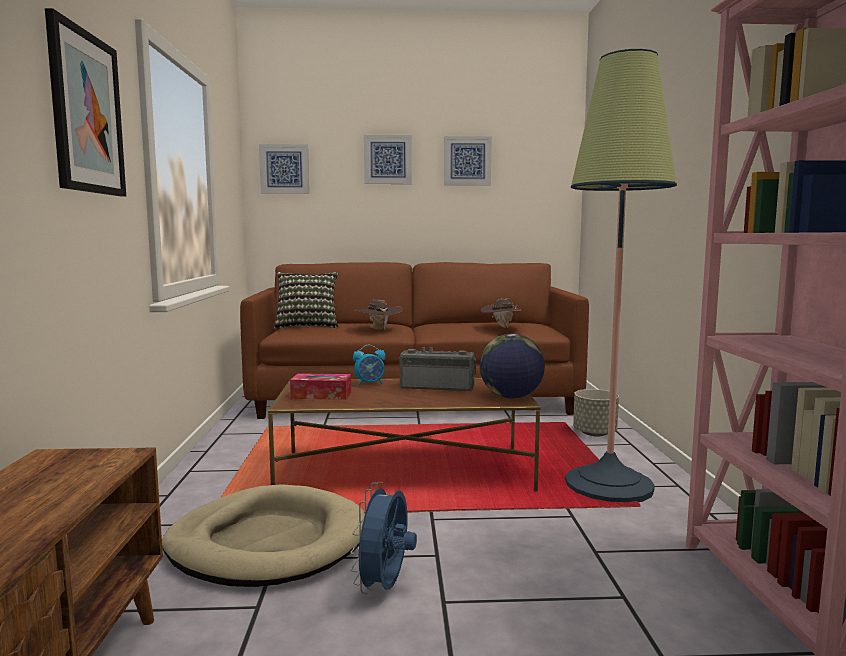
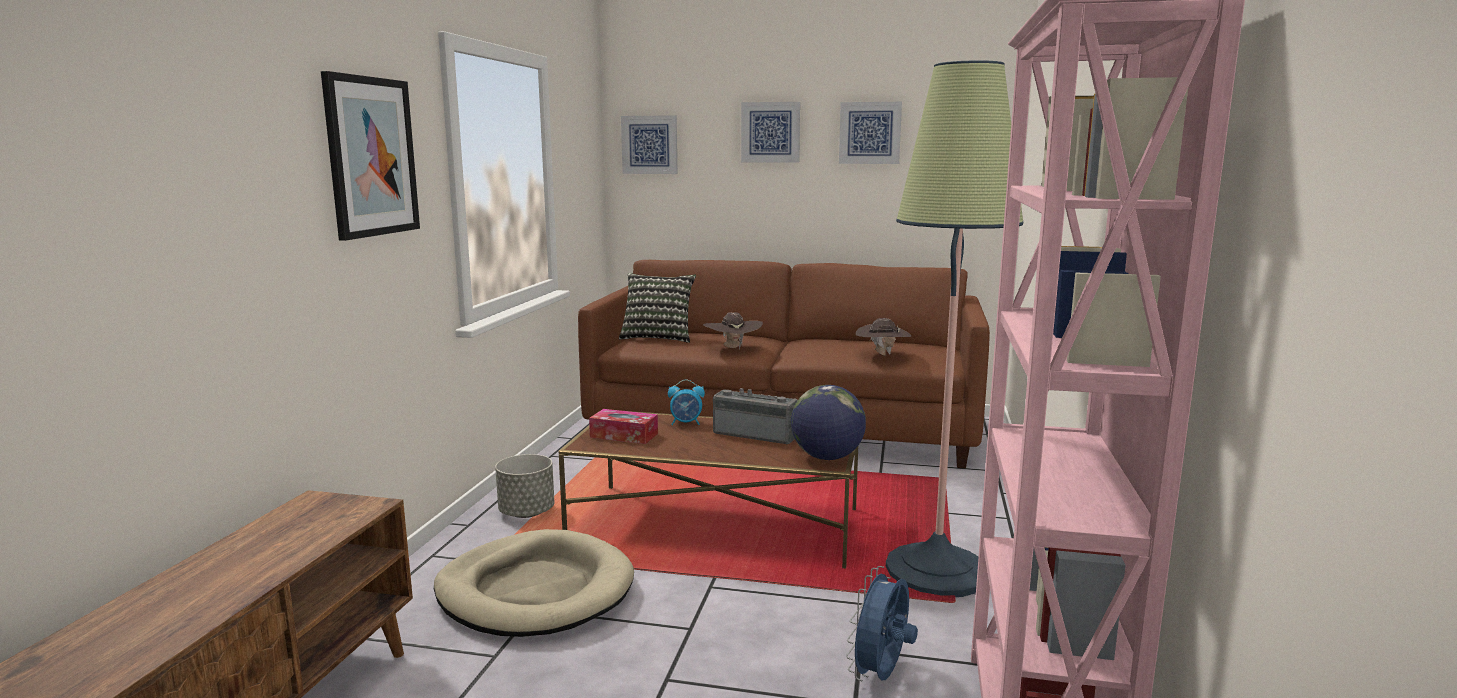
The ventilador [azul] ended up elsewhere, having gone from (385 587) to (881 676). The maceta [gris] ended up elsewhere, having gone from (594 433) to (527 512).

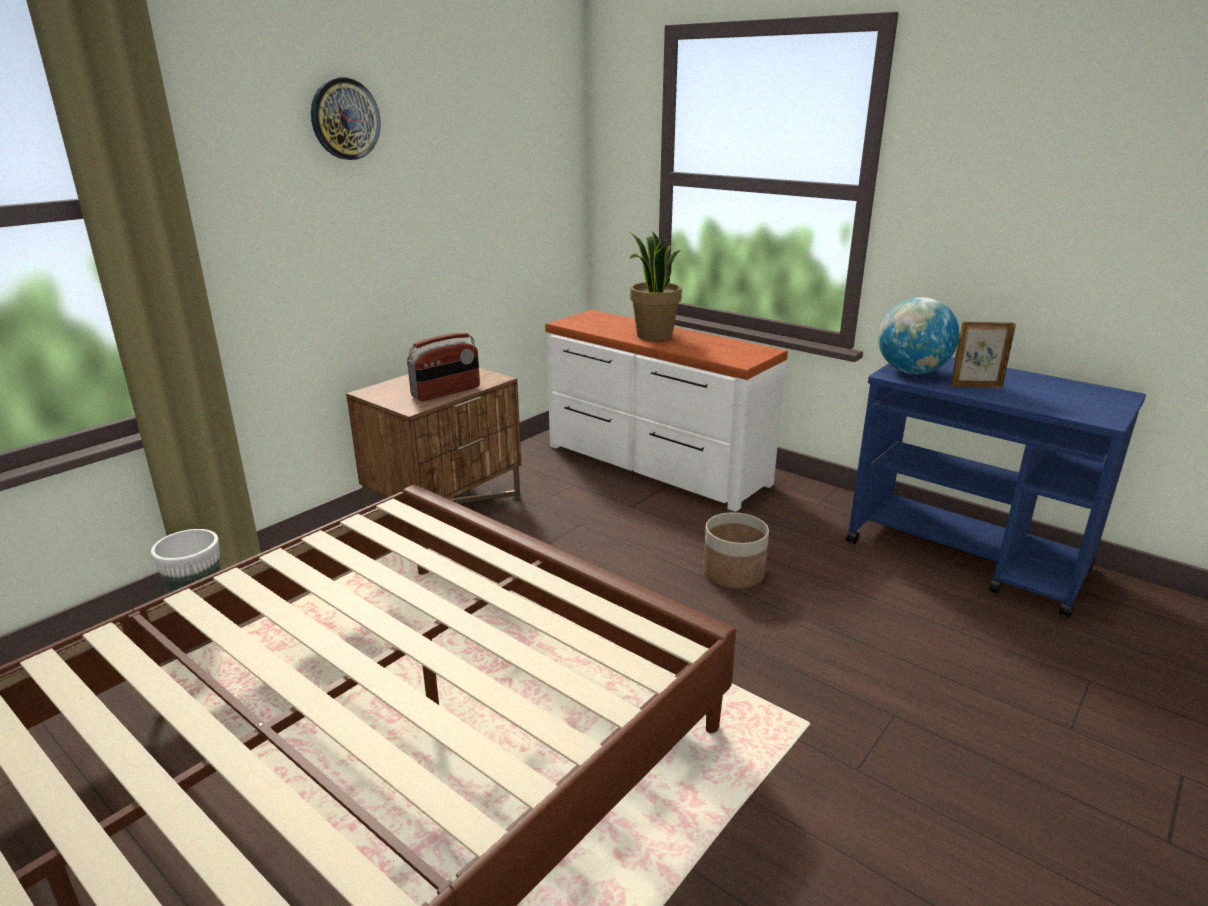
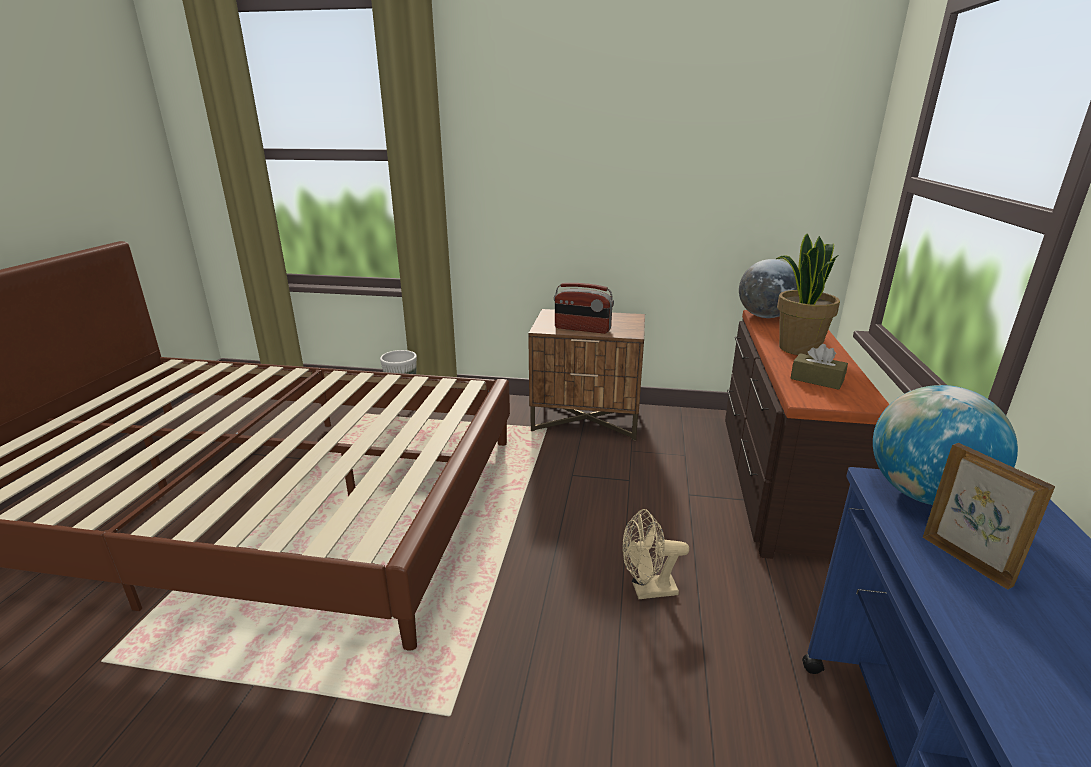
The second view lost the reloj de pared at (345 119). What was the cómoda [blanco] at (654 465) turned into the cómoda [marrón] at (776 481). Where the maceta stood at (734 573), the ventilador [beis] came to stand at (647 590). The second view gained the globo terráqueo at (765 316). The second view gained the caja de pañuelos [marrón] at (816 380).

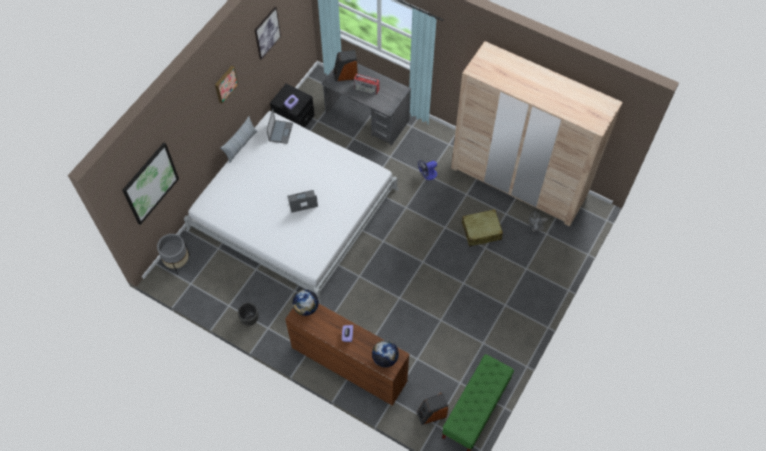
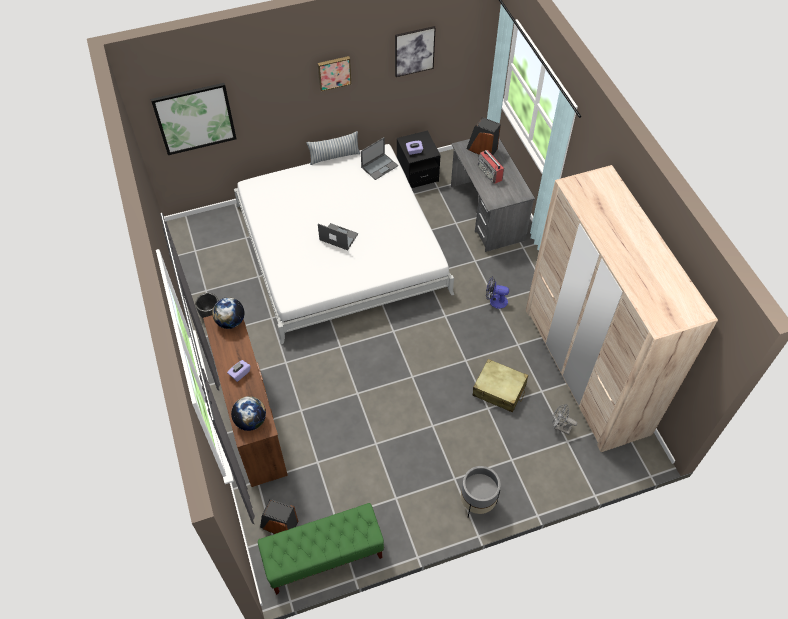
The maceta [gris] ended up elsewhere, having gone from (177 262) to (477 502).

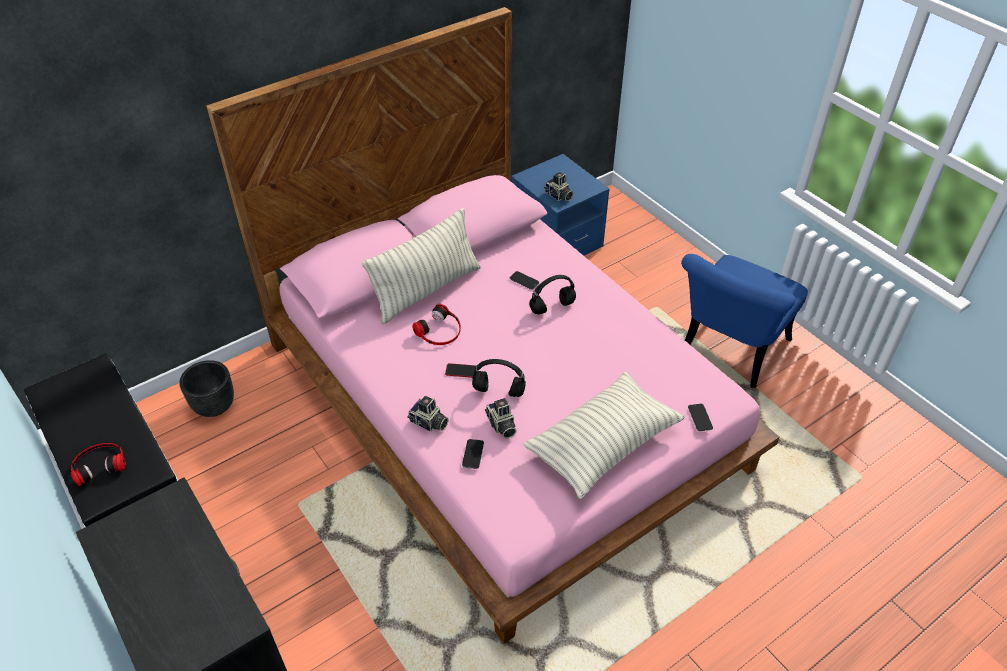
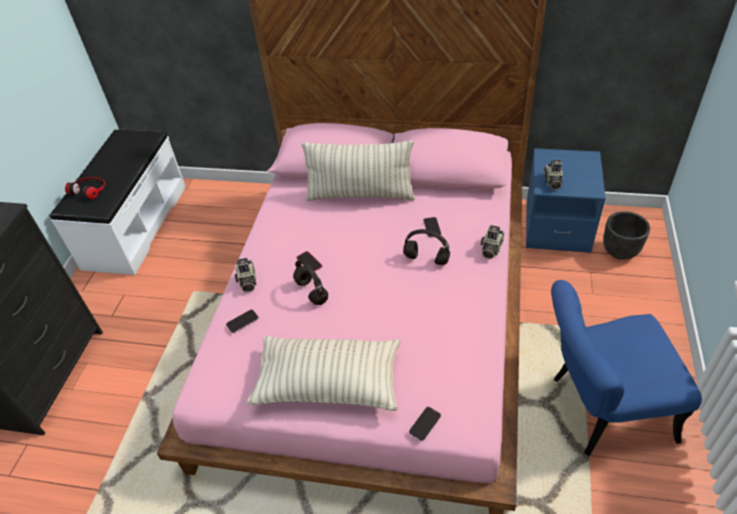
The maceta [negro] ended up elsewhere, having gone from (214 406) to (619 251). The second view lost the auriculares at (439 331). The cámara ended up elsewhere, having gone from (501 425) to (490 249).

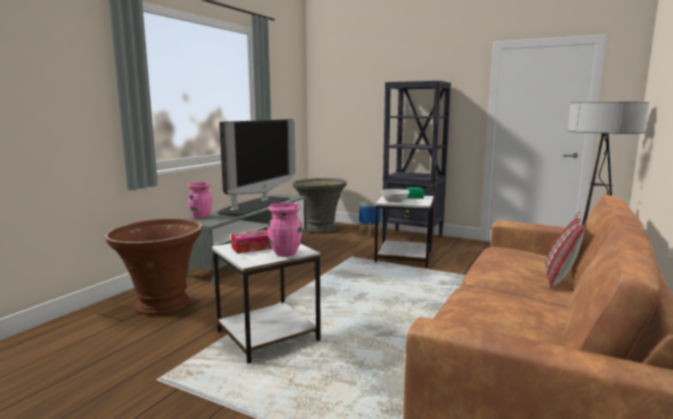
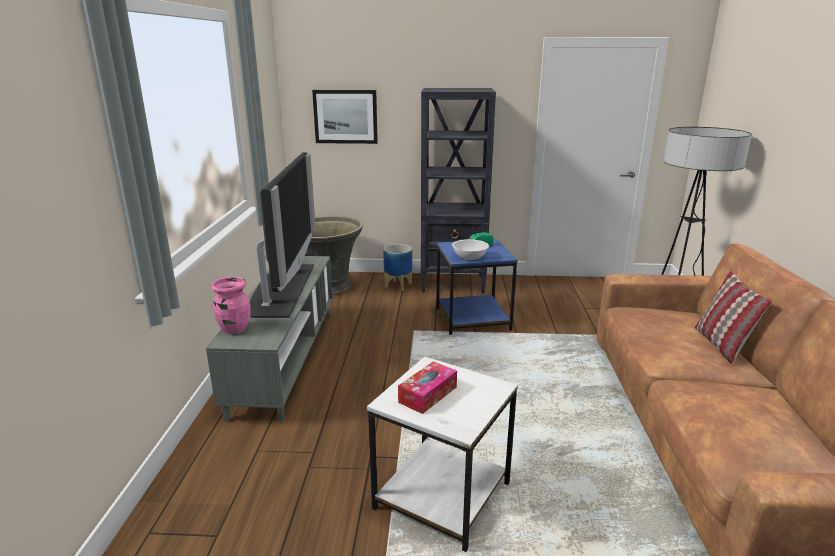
The second view lost the maceta [marrón] at (161 305). The second view lost the florero [rosa] at (286 253). What was the mesa auxiliar [blanco] at (403 257) turned into the mesa auxiliar [azul] at (472 319). The second view gained the cuadro at (345 116).

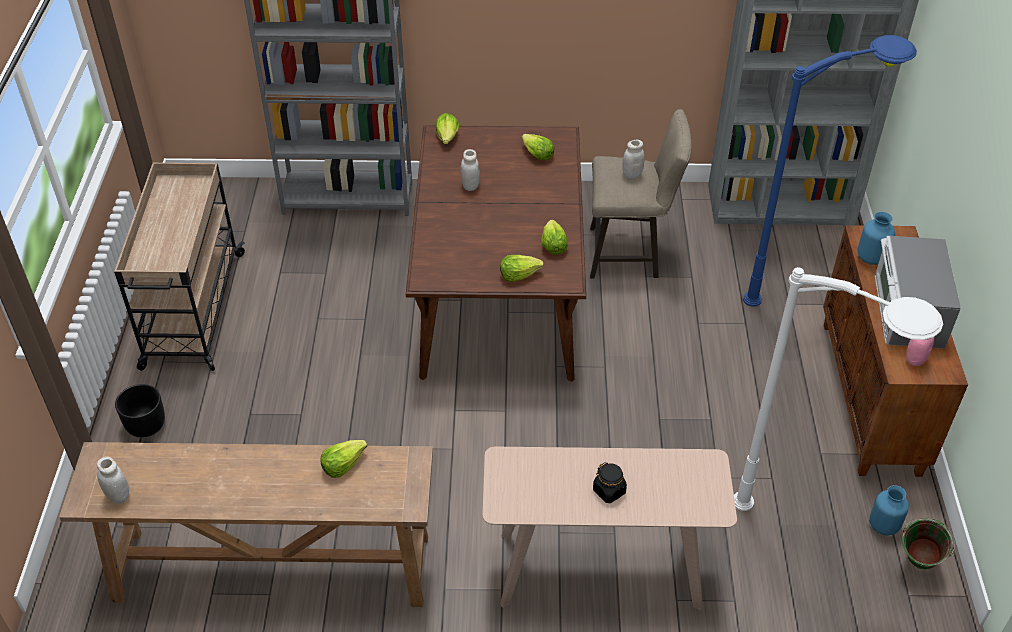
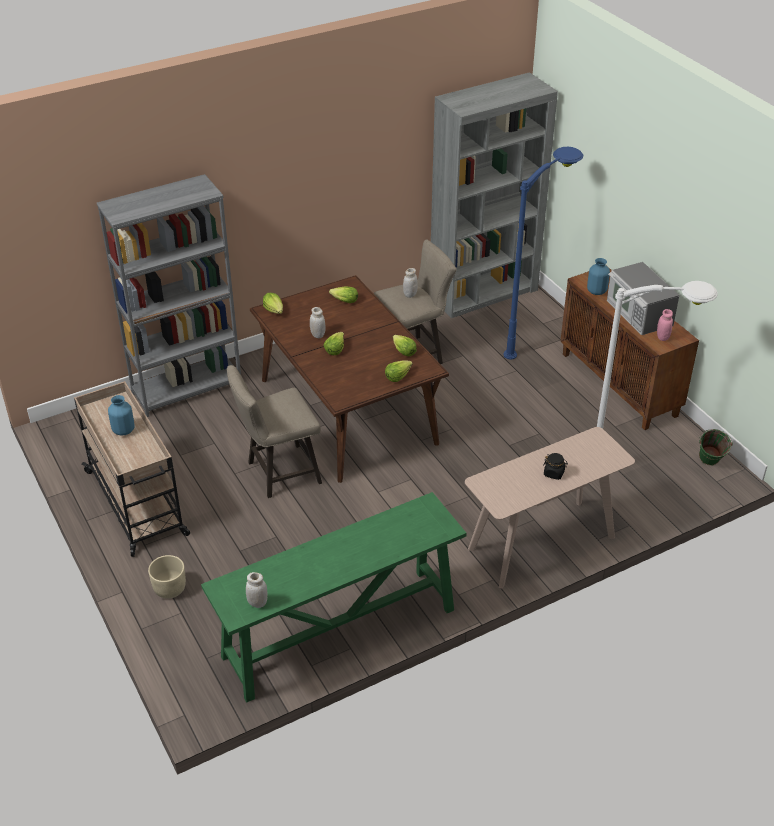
What was the mesa consola [marrón] at (271 569) turned into the mesa consola [verde] at (338 633). What was the maceta [negro] at (145 425) turned into the maceta [beis] at (169 589). The lechuga ended up elsewhere, having gone from (343 464) to (335 349). The florero [azul] ended up elsewhere, having gone from (884 526) to (124 430). The second view gained the taburete [beis] at (278 473).

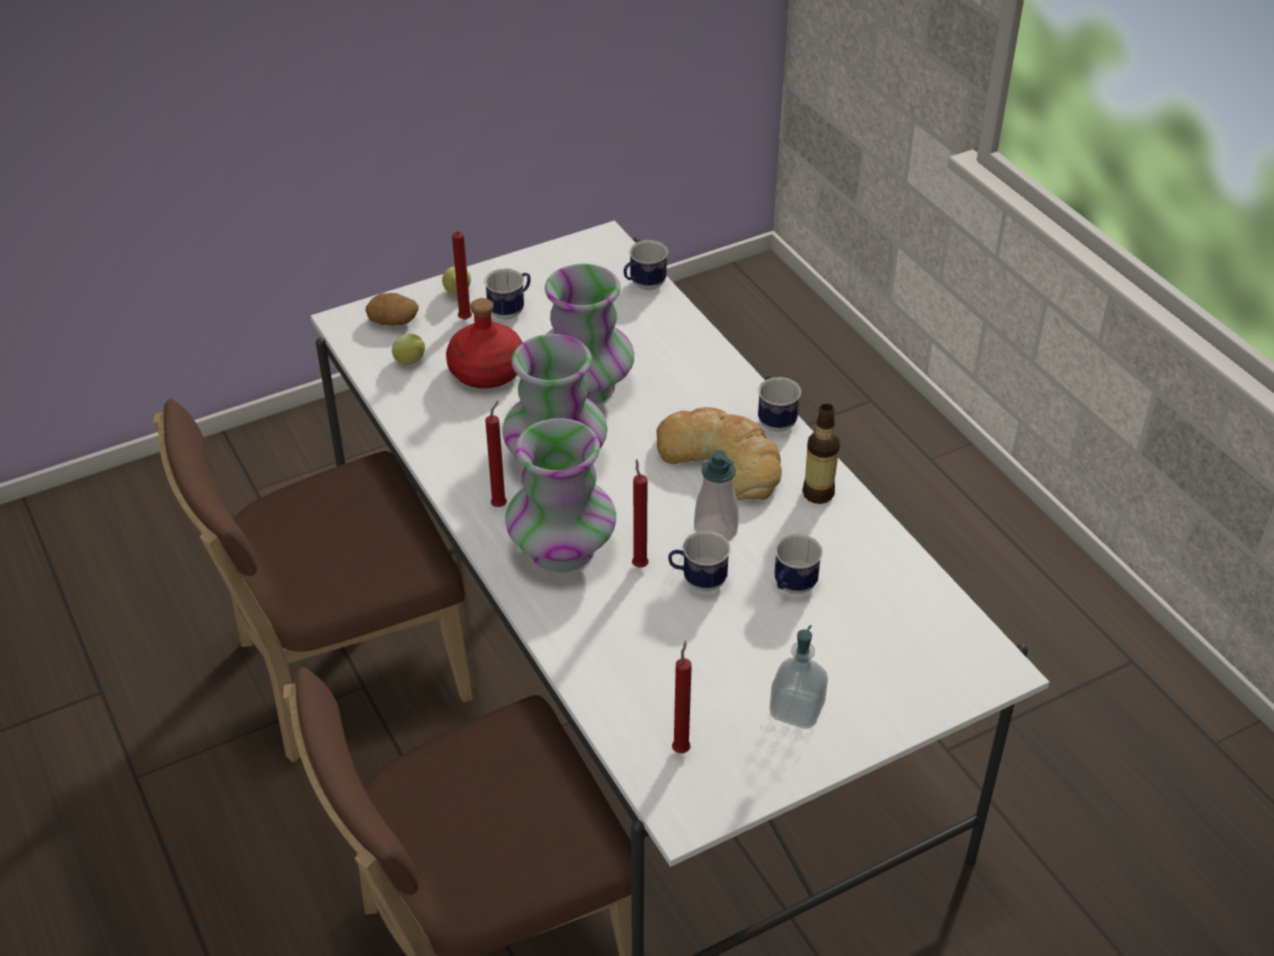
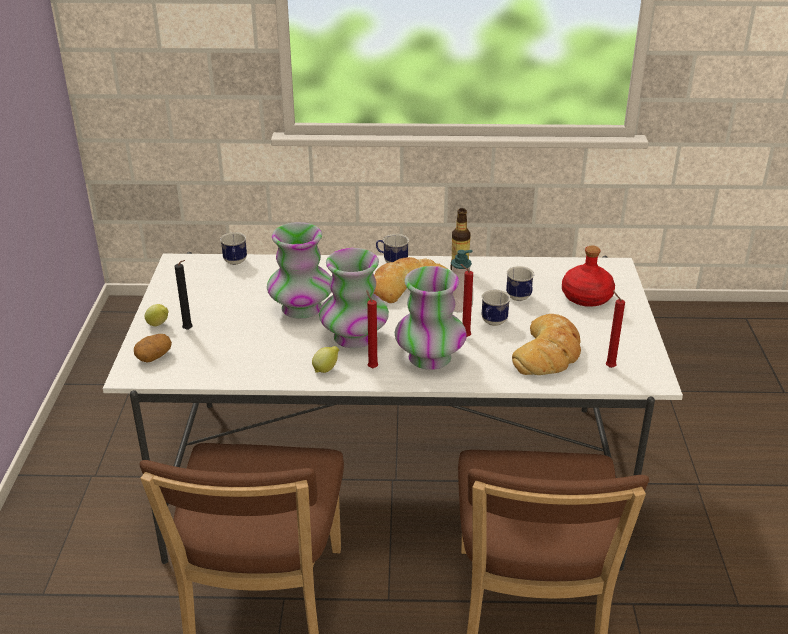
The limón ended up elsewhere, having gone from (411 362) to (326 369). The botella [rojo] ended up elsewhere, having gone from (488 371) to (586 297). What was the vela [rojo] at (465 321) turned into the vela [negro] at (189 330). The second view lost the taza grande at (511 310). The second view lost the dispensador de jabón at (796 710). The second view gained the pan at (549 352).

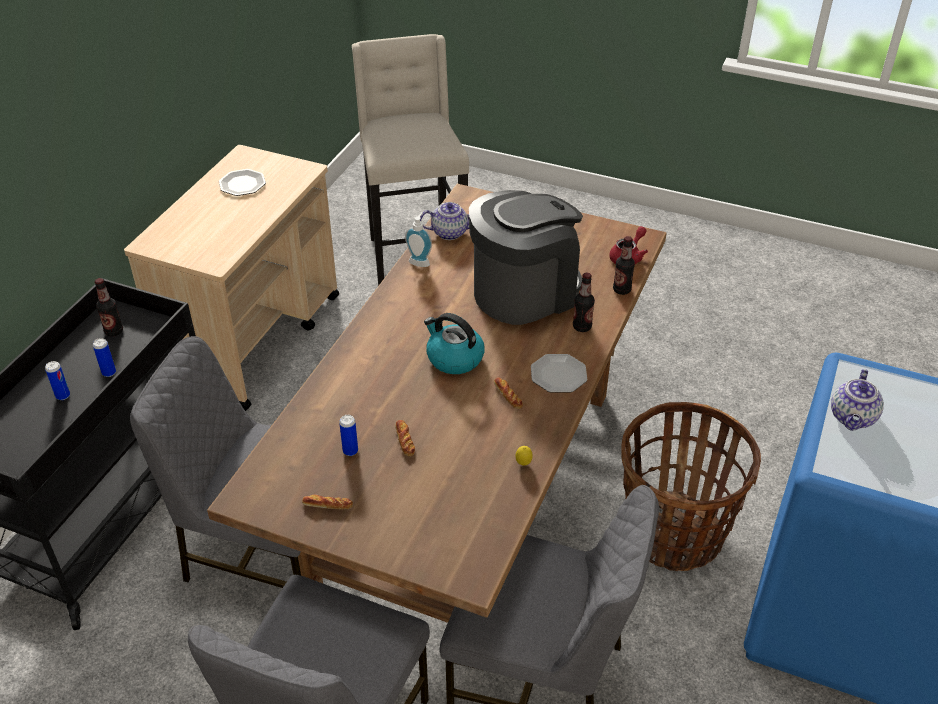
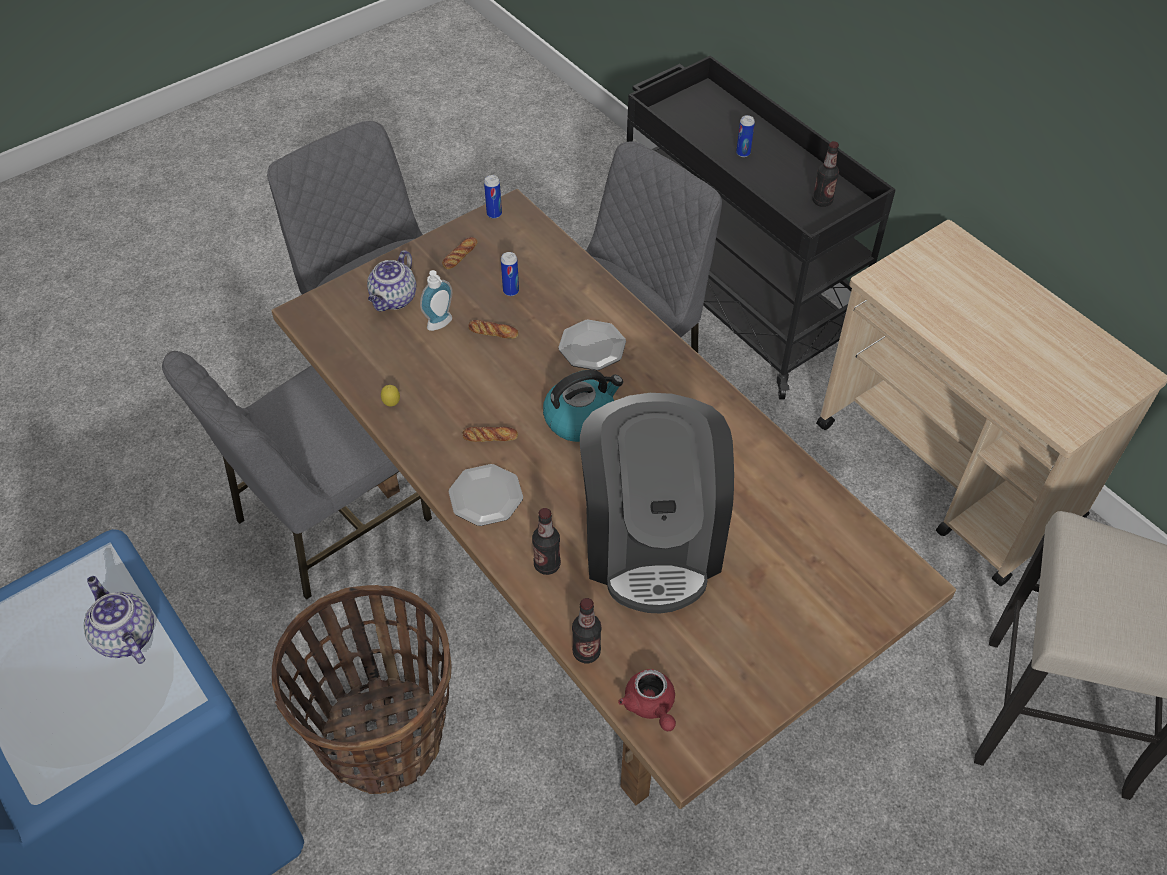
The lata ended up elsewhere, having gone from (109 372) to (494 214). The plato ended up elsewhere, having gone from (242 184) to (593 347). The dispensador de jabón ended up elsewhere, having gone from (420 261) to (441 325). The tetera ended up elsewhere, having gone from (450 232) to (394 299).

